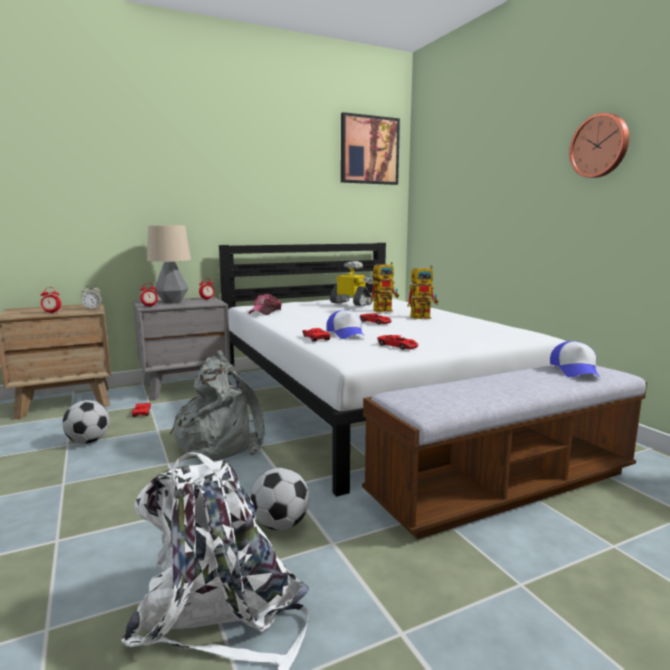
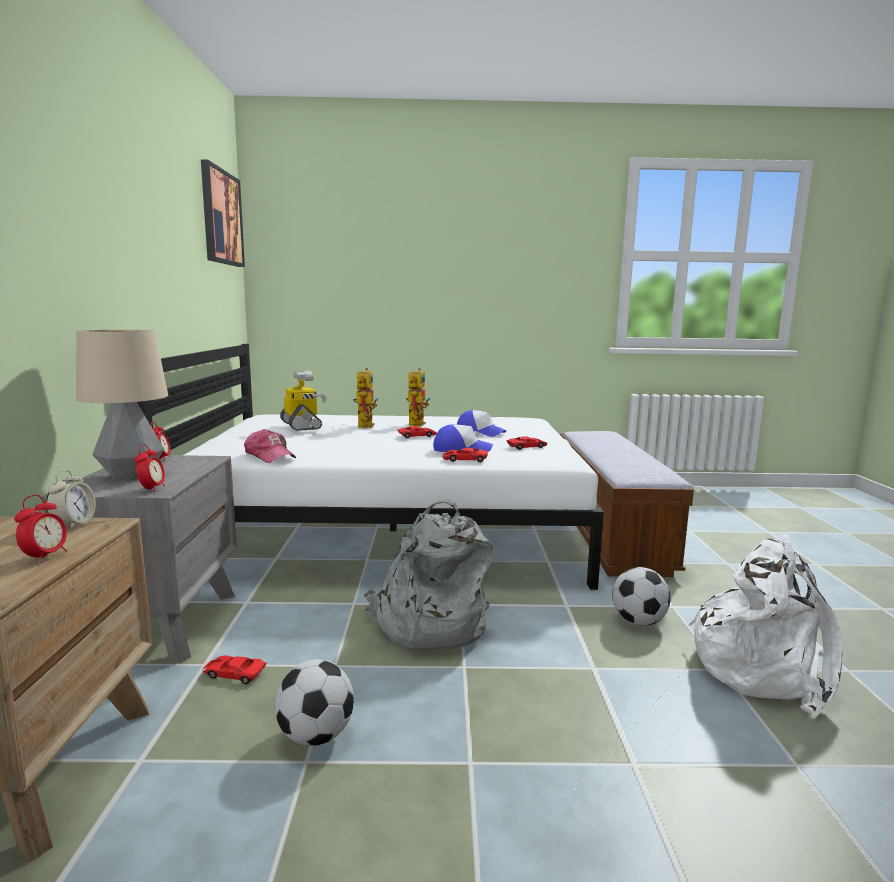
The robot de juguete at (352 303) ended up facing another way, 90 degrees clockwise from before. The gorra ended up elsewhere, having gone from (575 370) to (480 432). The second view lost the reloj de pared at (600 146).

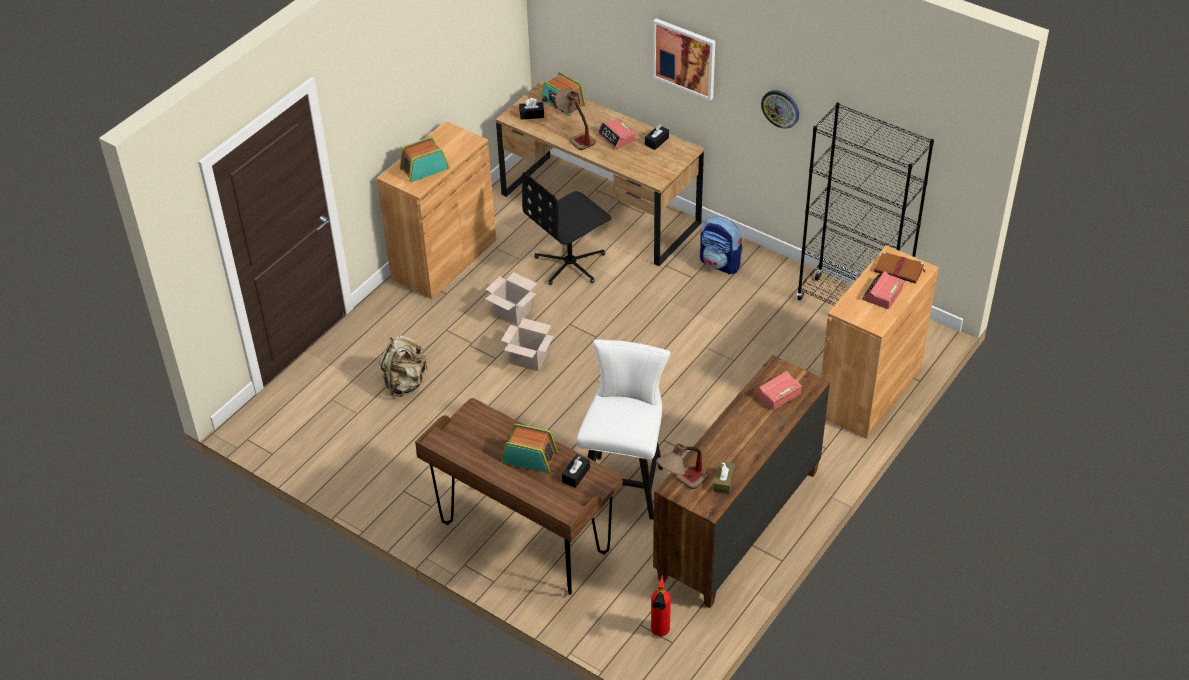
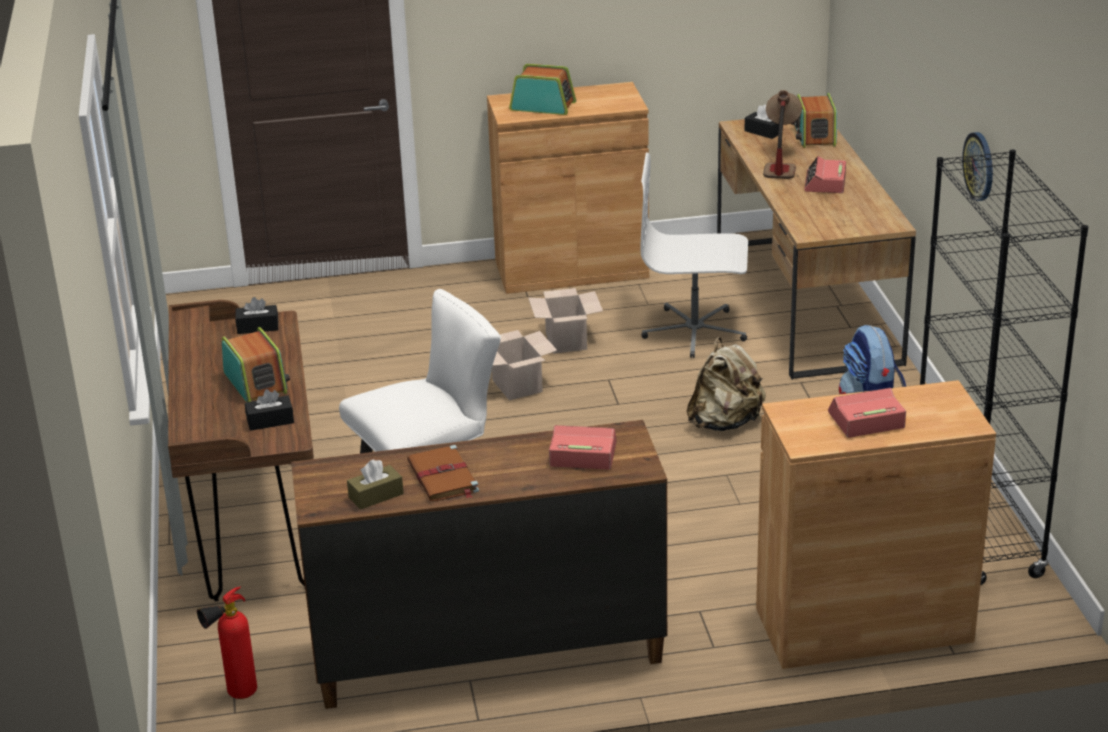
The mochila [beis] ended up elsewhere, having gone from (405 382) to (725 423). What was the silla de oficina [negro] at (570 264) turned into the silla de oficina [blanco] at (695 332). The caja de pañuelos [negro] ended up elsewhere, having gone from (656 141) to (257 327). The second view lost the cuadro at (684 58). The second view lost the lámpara de mesa at (681 486). The libro [marrón] ended up elsewhere, having gone from (899 269) to (443 478).

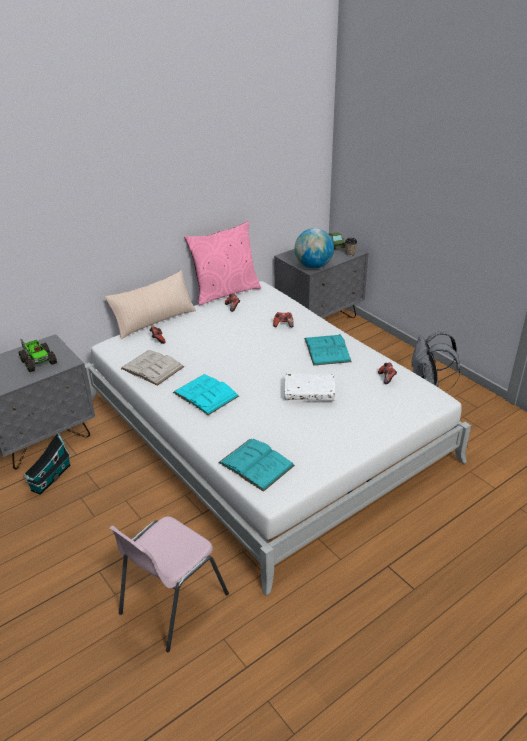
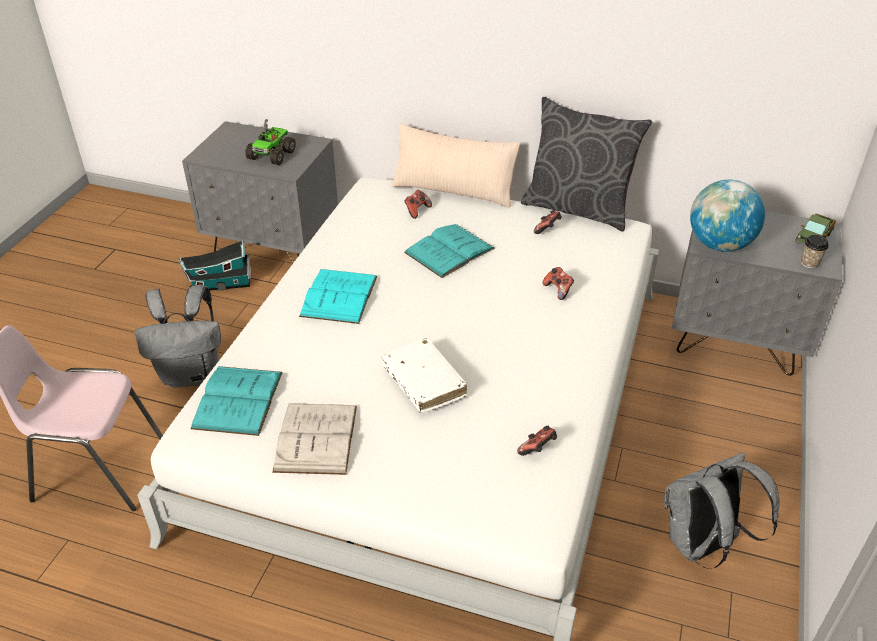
The libro [blanco] ended up elsewhere, having gone from (152 368) to (316 438). What was the cojín [rosa] at (225 292) turned into the cojín [gris] at (577 208). The libro [turquesa] ended up elsewhere, having gone from (327 350) to (449 250). The second view gained the mochila [gris] at (192 374).

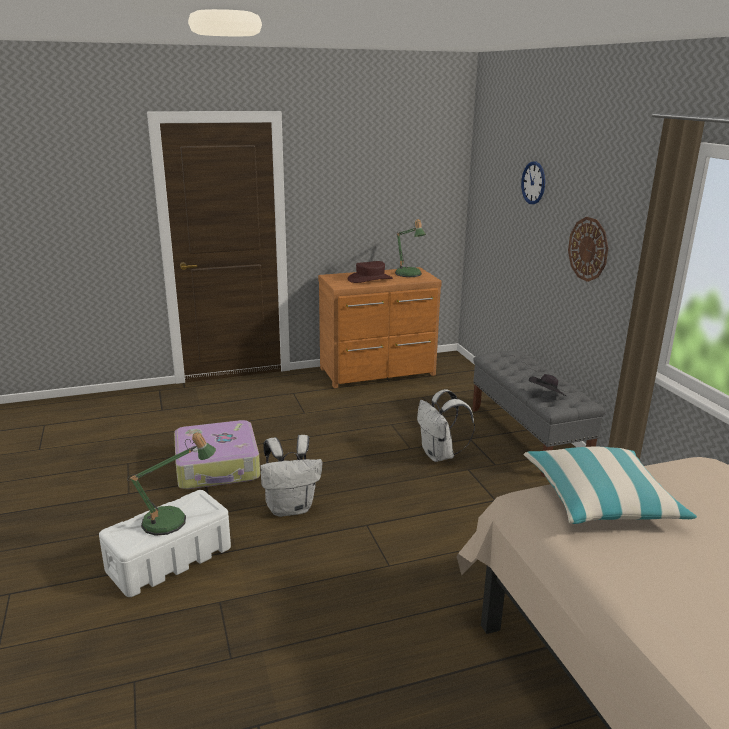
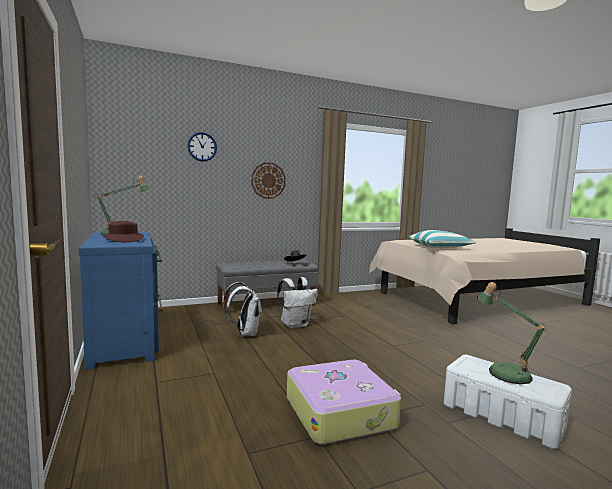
The mochila [blanco] ended up elsewhere, having gone from (291 508) to (245 333). What was the cómoda [marrón] at (379 372) turned into the cómoda [azul] at (126 340).

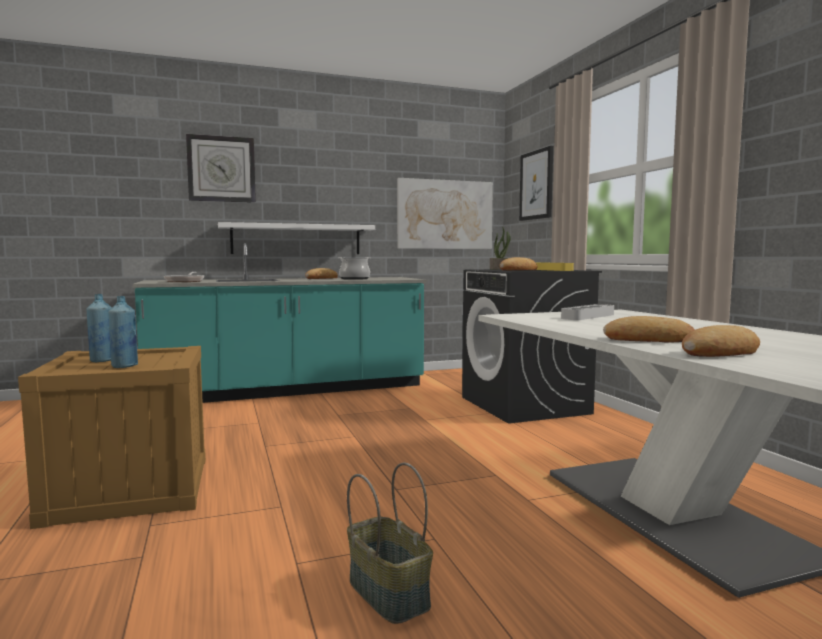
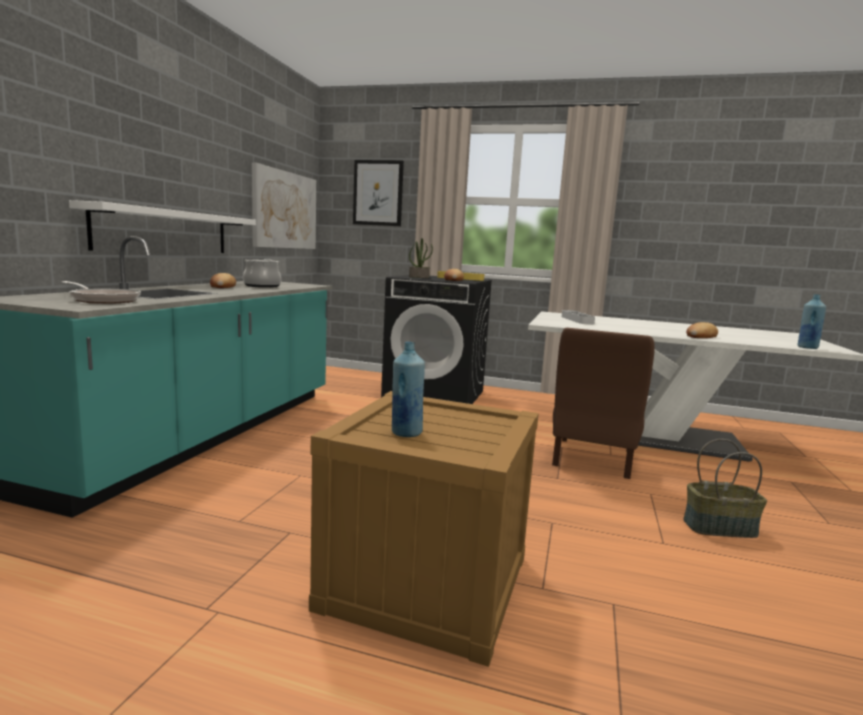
The botella [azul] ended up elsewhere, having gone from (125 366) to (807 347). The second view lost the reloj de pared at (221 169). The second view lost the pan at (720 352). The second view gained the silla [marrón] at (592 457).

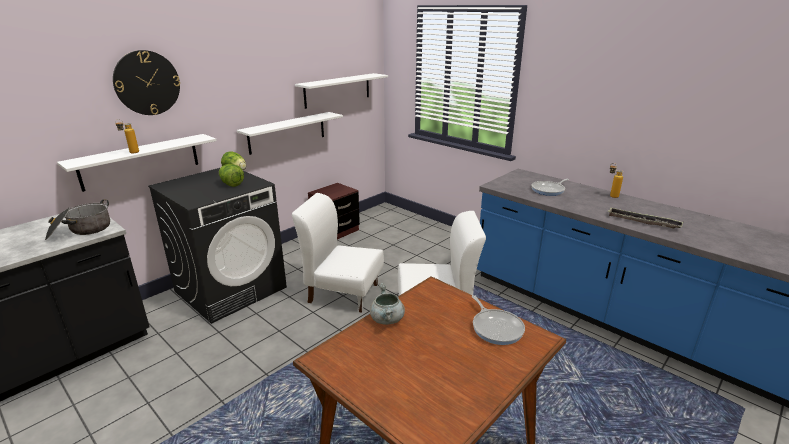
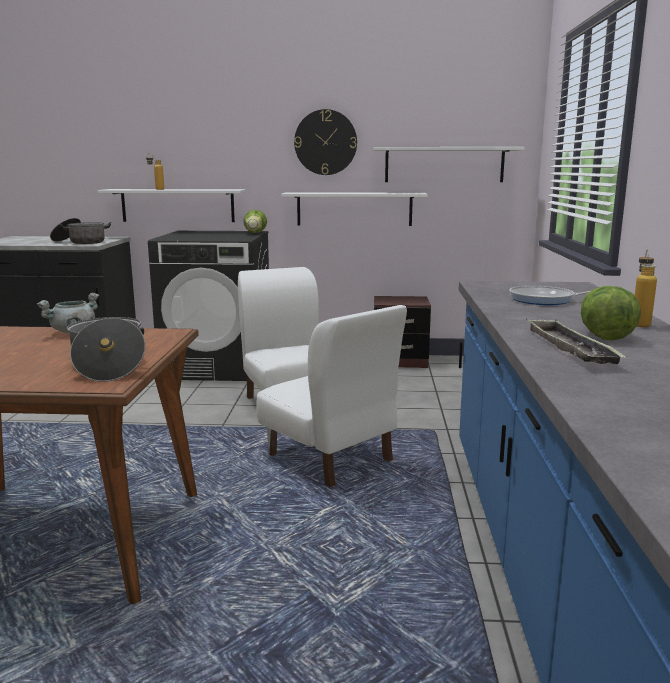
The reloj de pared ended up elsewhere, having gone from (147 83) to (325 142). The lechuga ended up elsewhere, having gone from (231 184) to (603 335). Where the sartén stood at (496 327), the olla came to stand at (108 365).

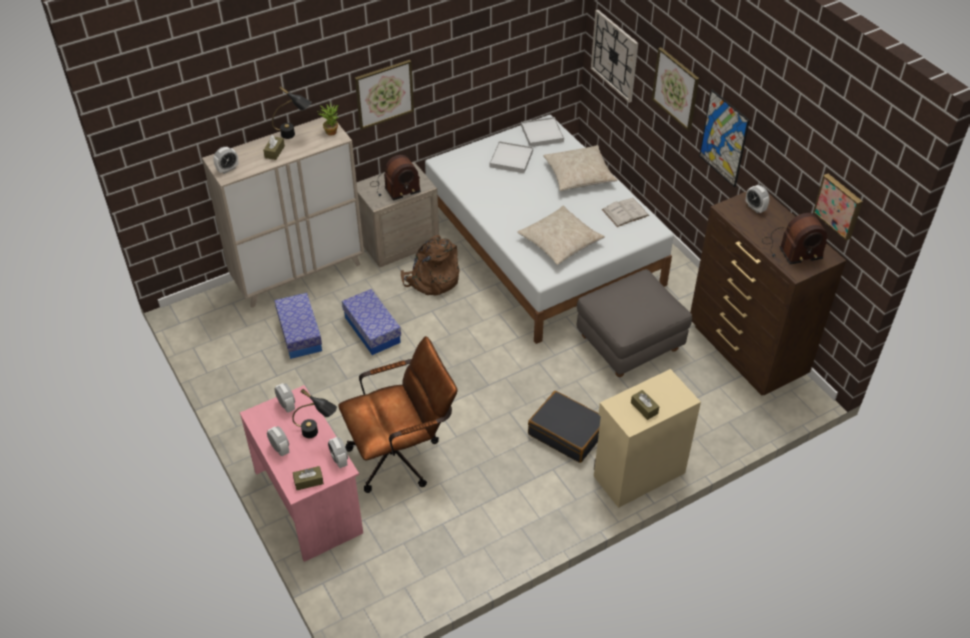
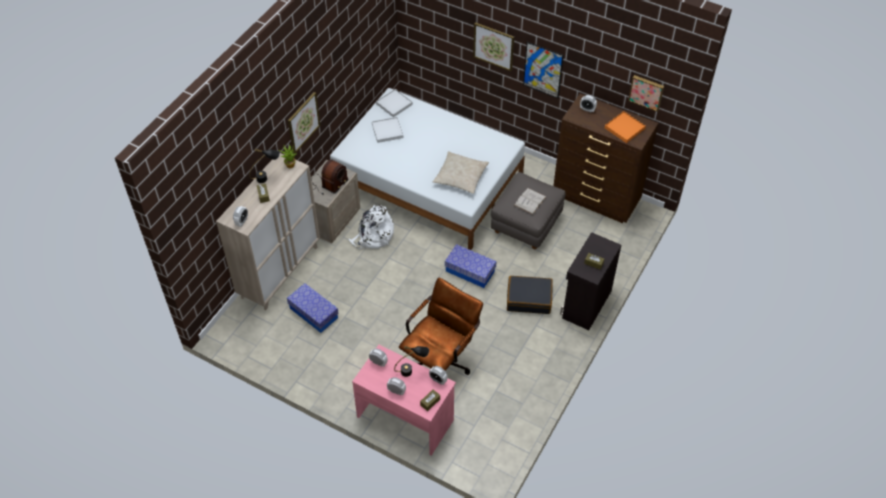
The caja de almacenaje ended up elsewhere, having gone from (372 330) to (470 271). What was the mochila [marrón] at (432 280) turned into the mochila [blanco] at (373 236). The second view lost the cojín [beis] at (579 175). The second view lost the reloj de pared at (614 55). What was the armario [beis] at (637 473) turned into the armario [negro] at (585 304). The libro [blanco] ended up elsewhere, having gone from (625 212) to (530 201). Where the radio stood at (791 248), the bandeja [naranja] came to stand at (624 128).

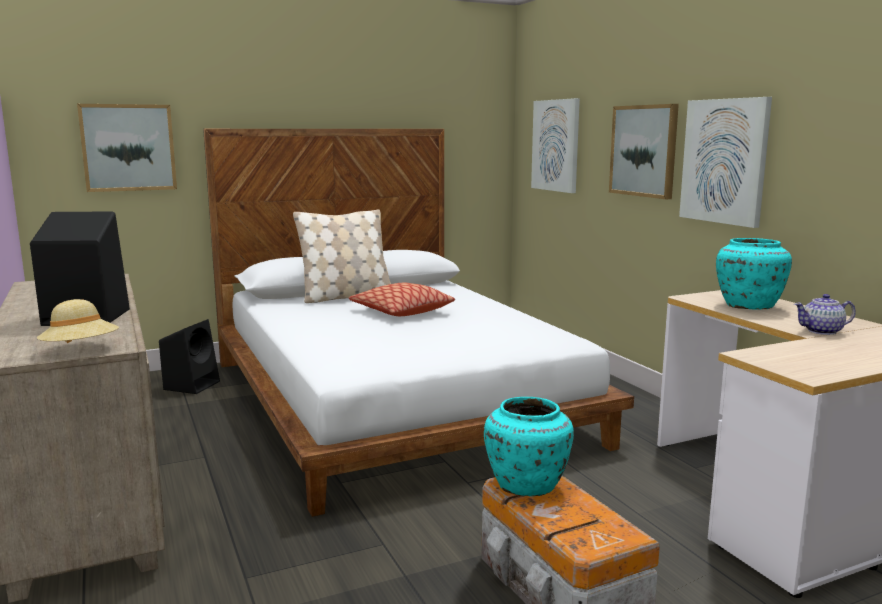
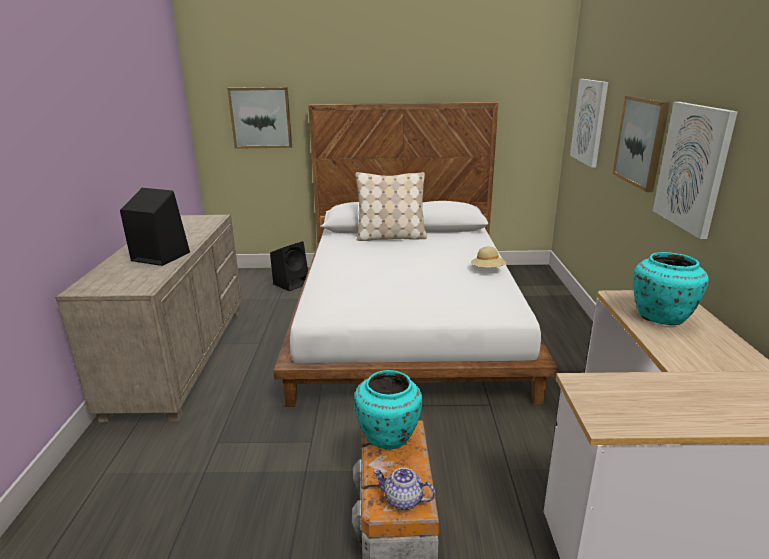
The sombrero [beis] ended up elsewhere, having gone from (81 350) to (488 270). The second view lost the cojín at (401 311). The tetera ended up elsewhere, having gone from (822 331) to (403 500).

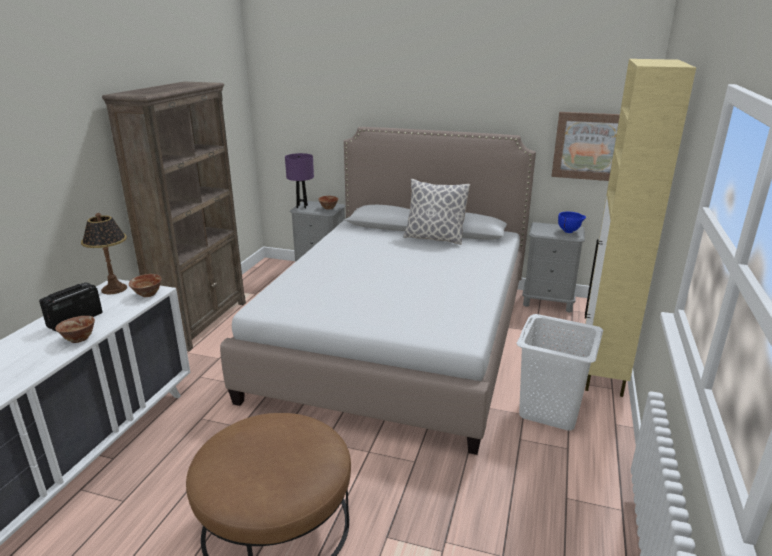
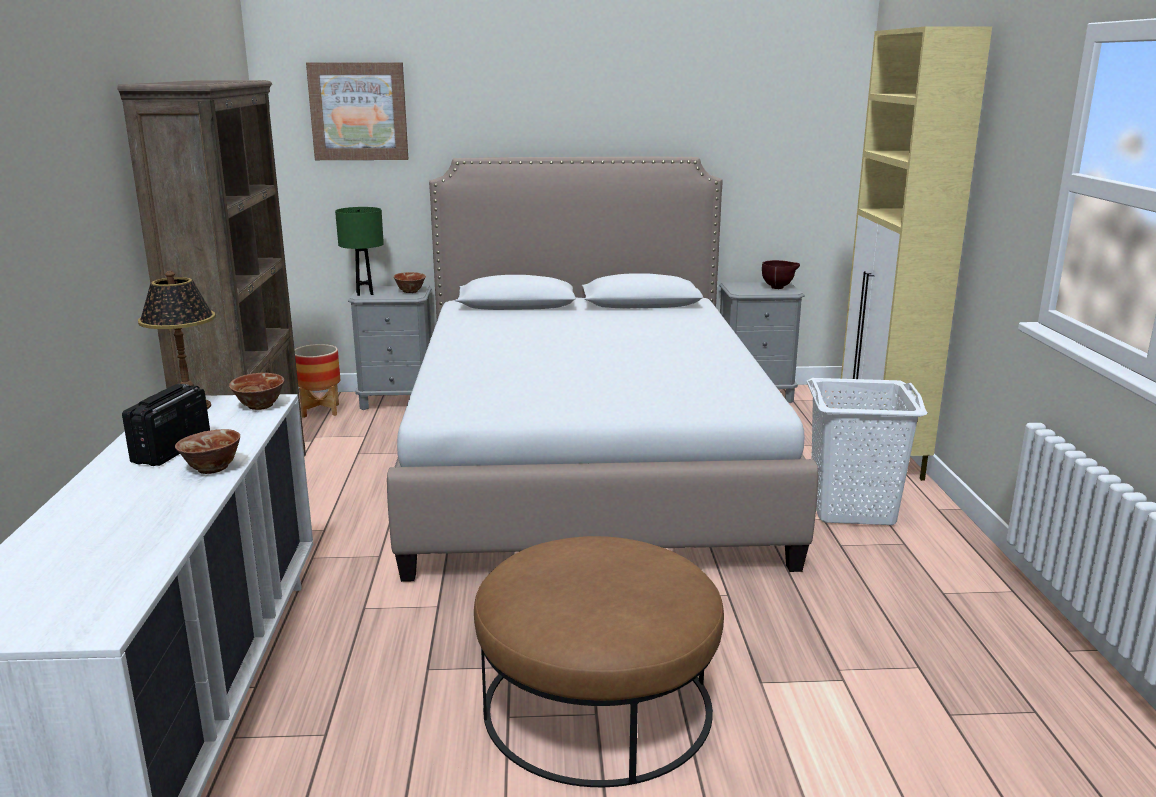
What was the lámpara de mesa [morado] at (302 206) turned into the lámpara de mesa [verde] at (364 293). The second view lost the cojín at (434 238). The cuadro ended up elsewhere, having gone from (588 146) to (358 111). What was the cuenco [azul] at (569 232) turned into the cuenco [marrón] at (779 288). The second view gained the maceta at (320 411).

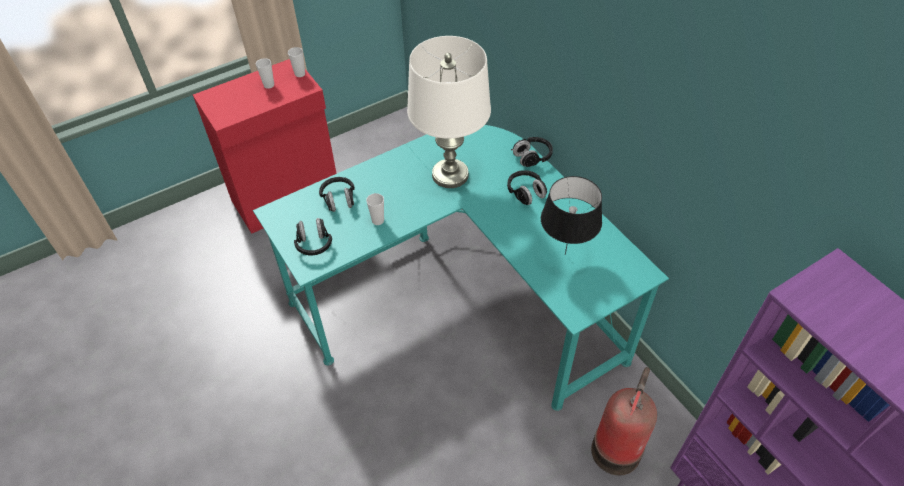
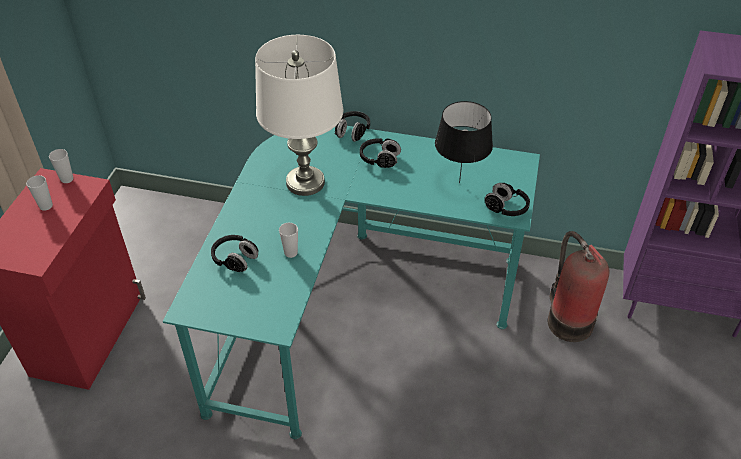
The auriculares [negro] ended up elsewhere, having gone from (314 244) to (506 208).

